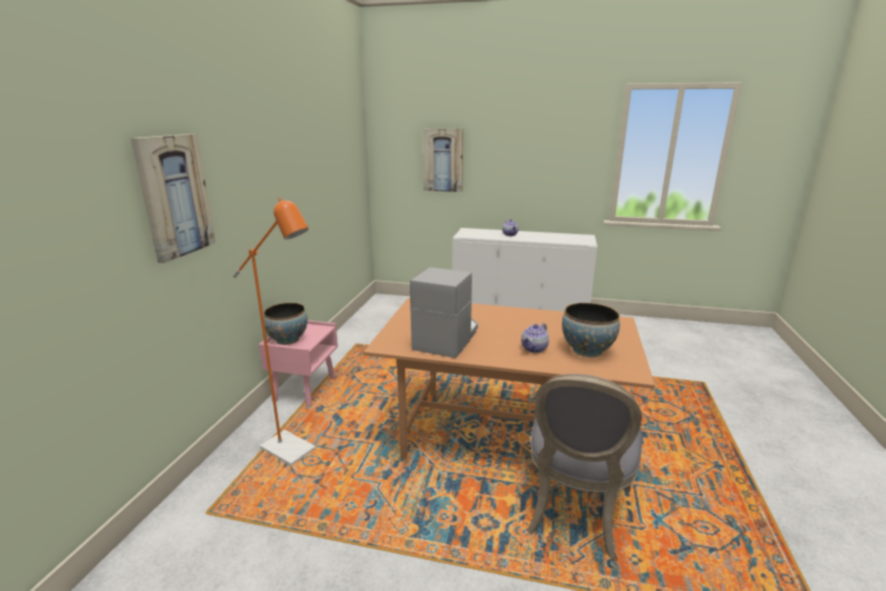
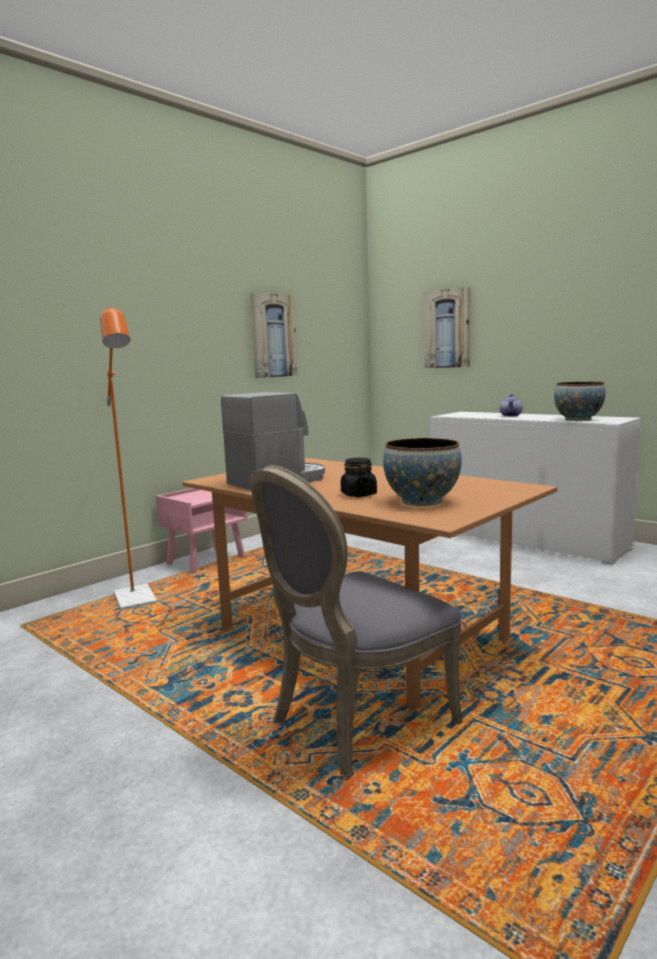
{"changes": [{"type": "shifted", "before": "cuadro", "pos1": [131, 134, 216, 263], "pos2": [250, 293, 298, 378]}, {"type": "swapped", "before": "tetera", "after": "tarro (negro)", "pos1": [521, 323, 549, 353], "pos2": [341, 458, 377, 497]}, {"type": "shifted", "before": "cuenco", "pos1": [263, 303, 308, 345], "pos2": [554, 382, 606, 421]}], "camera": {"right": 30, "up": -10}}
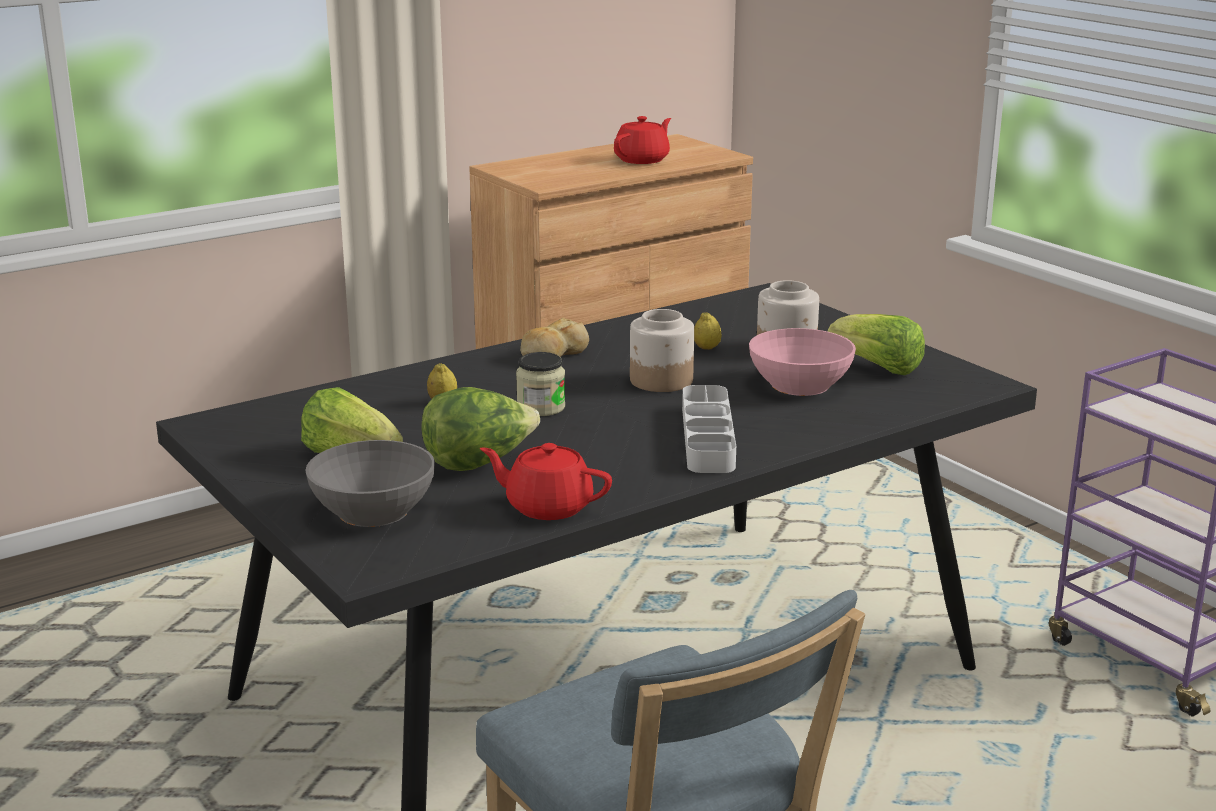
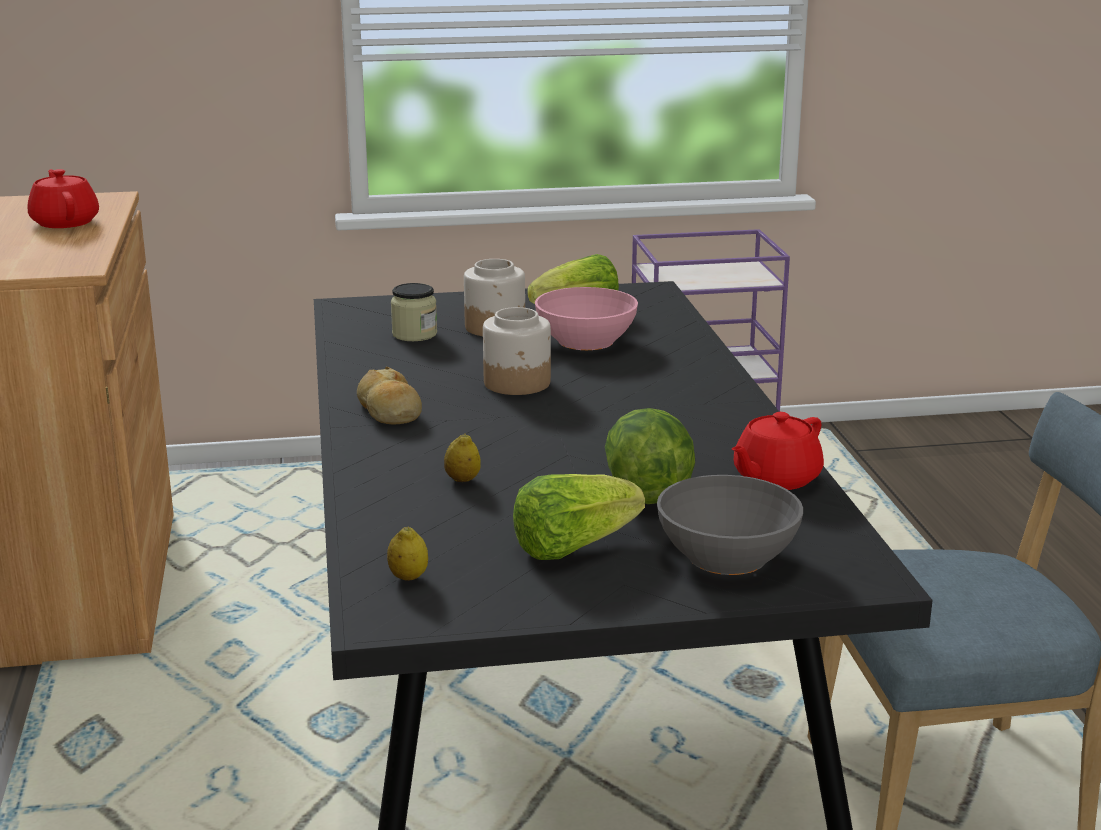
{"changes": [{"type": "shifted", "before": "limón", "pos1": [694, 312, 721, 350], "pos2": [387, 526, 428, 581]}, {"type": "shifted", "before": "tarro", "pos1": [516, 352, 565, 416], "pos2": [391, 283, 437, 341]}, {"type": "gone", "before": "bandeja (gris)", "pos1": [682, 385, 736, 473]}], "camera": {"right": -65, "up": 0}}
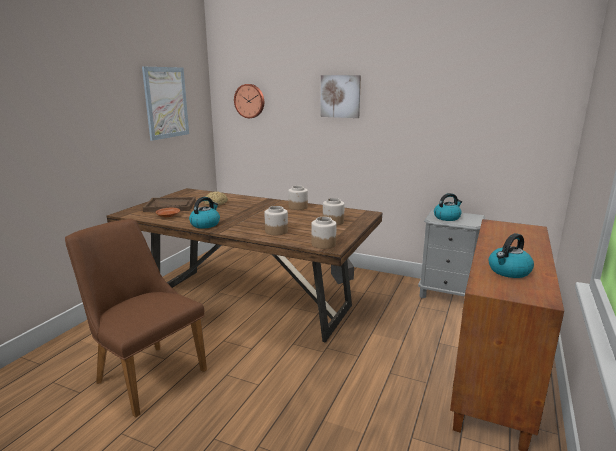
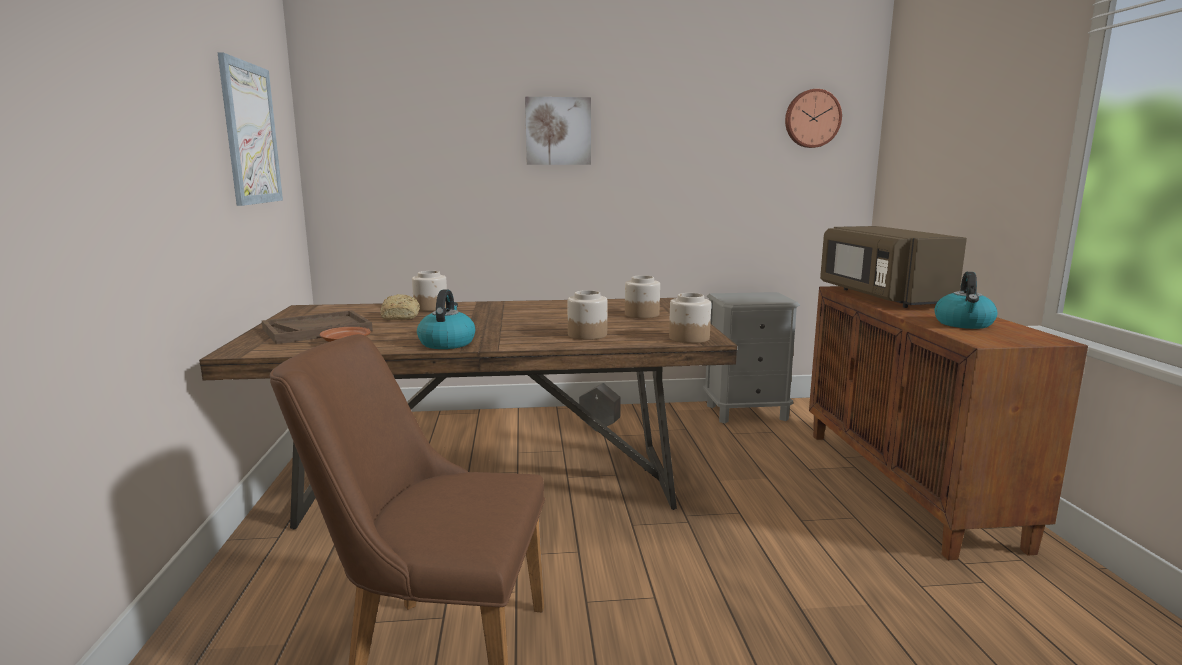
{"changes": [{"type": "shifted", "before": "tarro", "pos1": [288, 186, 308, 210], "pos2": [412, 271, 447, 311]}, {"type": "shifted", "before": "reloj de pared", "pos1": [234, 84, 264, 118], "pos2": [785, 89, 842, 148]}, {"type": "new", "after": "microondas (marrón)", "pos2": [820, 226, 967, 308]}, {"type": "gone", "before": "hervidor", "pos1": [434, 193, 462, 221]}], "camera": {"right": -30, "up": -5}}
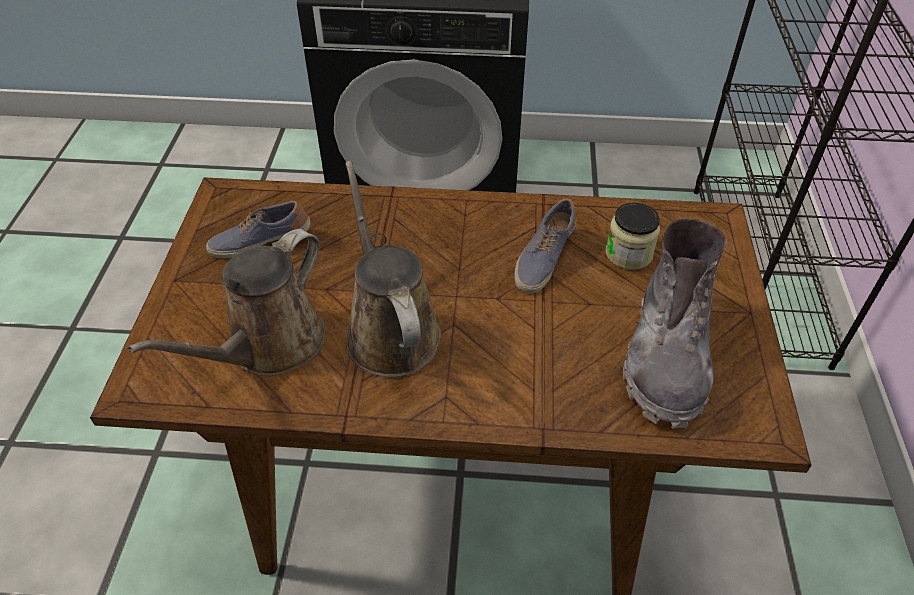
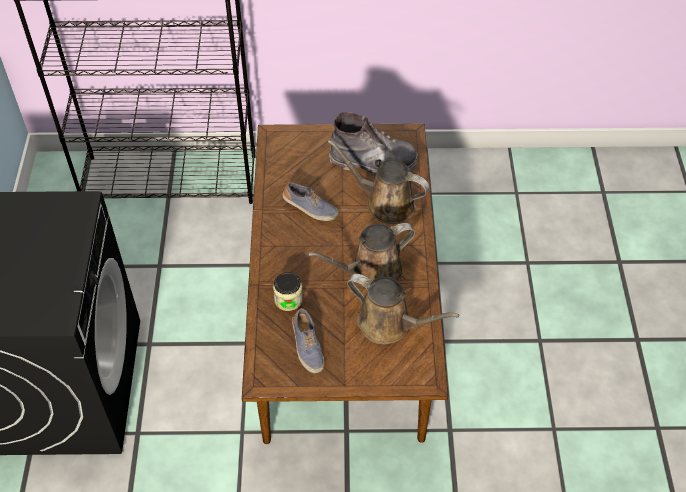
{"changes": [{"type": "shifted", "before": "tarro", "pos1": [606, 202, 660, 270], "pos2": [273, 272, 303, 311]}, {"type": "new", "after": "regadera (marrón)", "pos2": [328, 139, 429, 224]}], "camera": {"right": -95, "up": 5}}
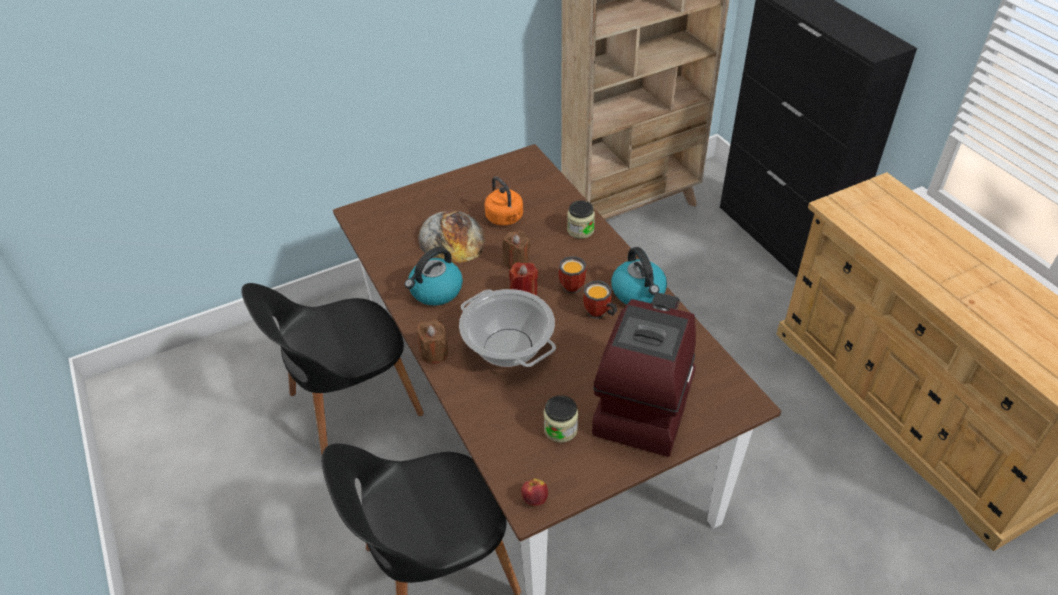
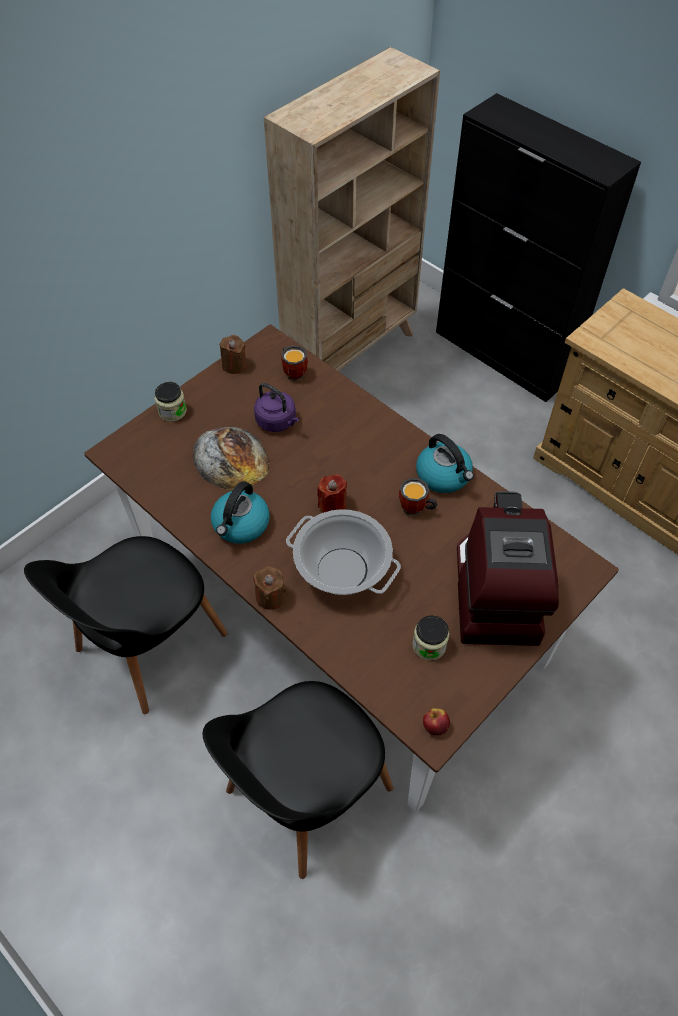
{"changes": [{"type": "shifted", "before": "tarro", "pos1": [567, 200, 595, 239], "pos2": [155, 382, 187, 422]}, {"type": "shifted", "before": "vela (marrón)", "pos1": [503, 231, 531, 269], "pos2": [219, 335, 246, 374]}, {"type": "repainted", "before": "hervidor (naranja)", "after": "hervidor (morado)", "pos1": [484, 176, 523, 226], "pos2": [254, 383, 299, 432]}, {"type": "shifted", "before": "taza grande", "pos1": [559, 256, 586, 294], "pos2": [281, 345, 308, 381]}], "camera": {"right": -20, "up": 10}}
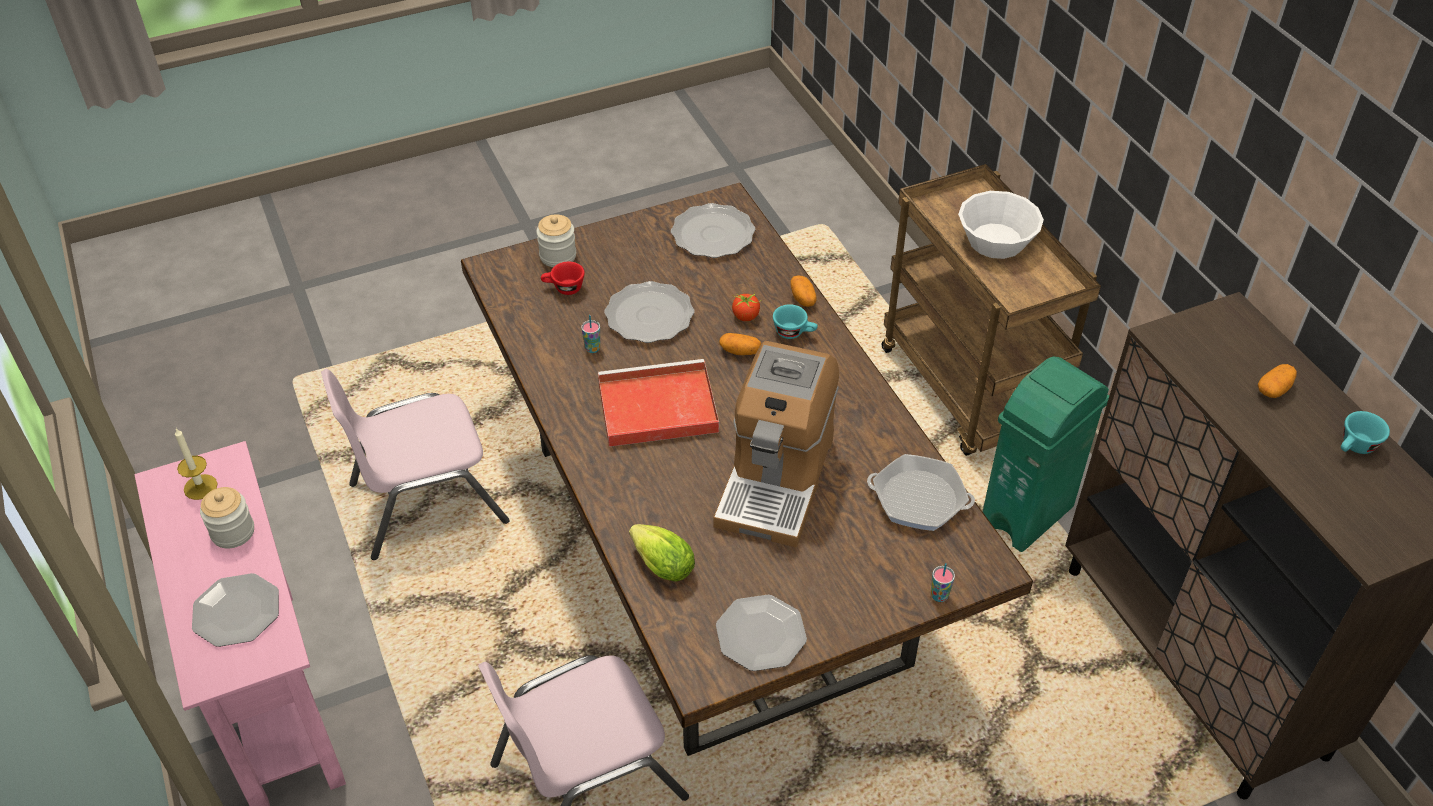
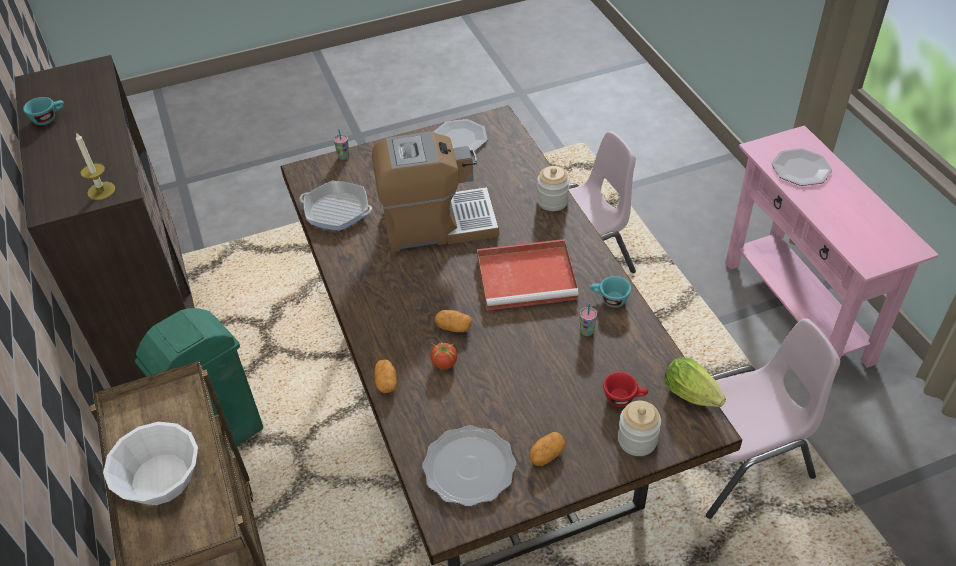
{"changes": [{"type": "shifted", "before": "vela", "pos1": [175, 428, 218, 500], "pos2": [76, 132, 115, 200]}, {"type": "rotated", "before": "cafetera", "pos1": [713, 341, 839, 547], "pos2": [372, 131, 499, 252], "turn": 60}, {"type": "shifted", "before": "patata", "pos1": [1258, 364, 1297, 398], "pos2": [529, 432, 565, 466]}, {"type": "shifted", "before": "tarro", "pos1": [200, 487, 254, 548], "pos2": [537, 166, 570, 211]}, {"type": "shifted", "before": "taza (turquesa)", "pos1": [773, 304, 818, 339], "pos2": [590, 276, 631, 308]}, {"type": "shifted", "before": "lechuga", "pos1": [629, 524, 695, 582], "pos2": [665, 357, 726, 407]}, {"type": "gone", "before": "plato", "pos1": [604, 281, 694, 343]}], "camera": {"right": -175, "up": 0}}
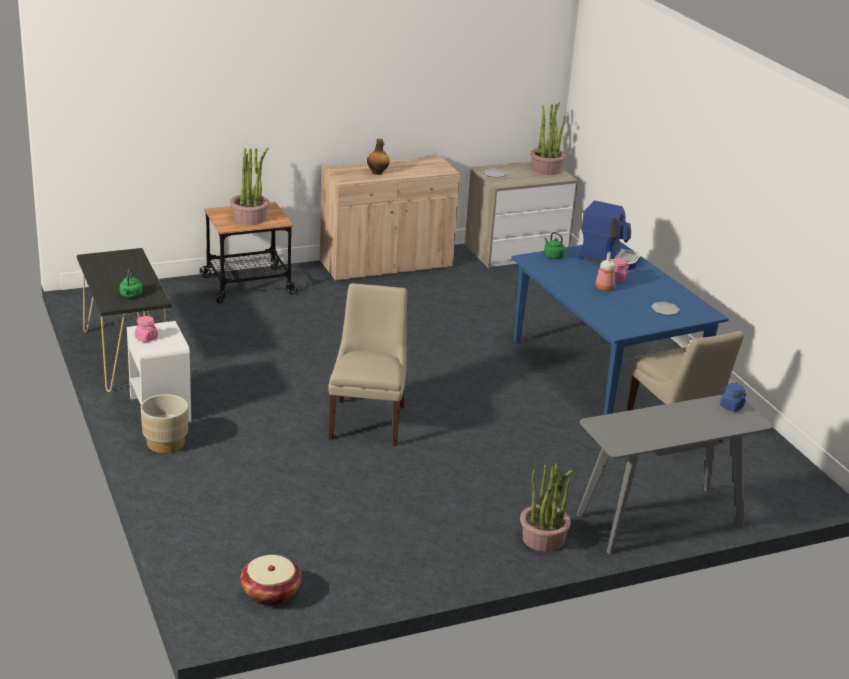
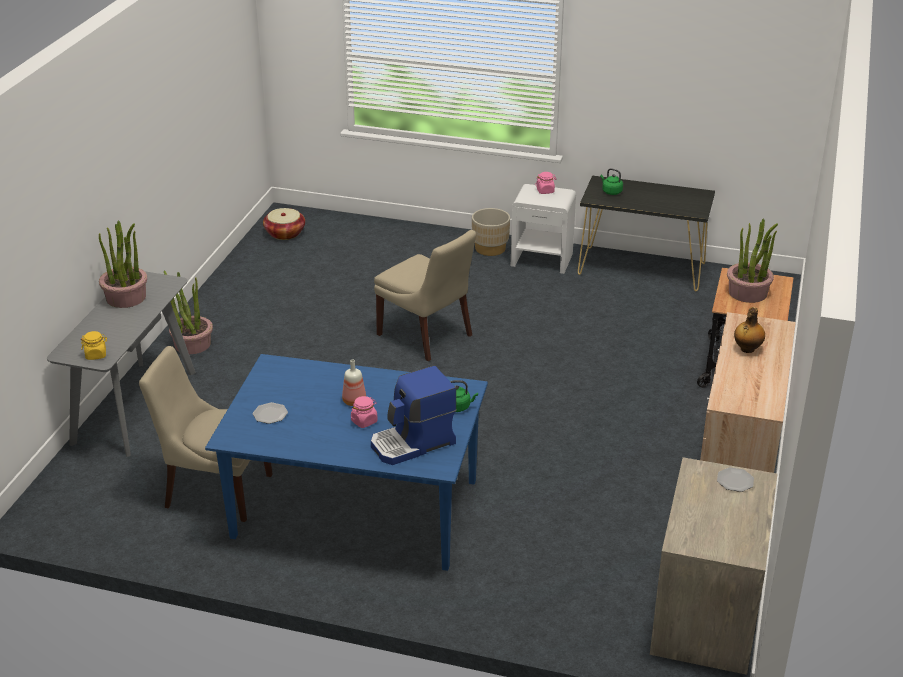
{"changes": [{"type": "repainted", "before": "tarro (azul)", "after": "tarro (amarillo)", "pos1": [720, 383, 746, 412], "pos2": [81, 331, 107, 360]}, {"type": "shifted", "before": "planta en maceta", "pos1": [530, 103, 566, 175], "pos2": [99, 221, 147, 308]}], "camera": {"right": 130, "up": 5}}
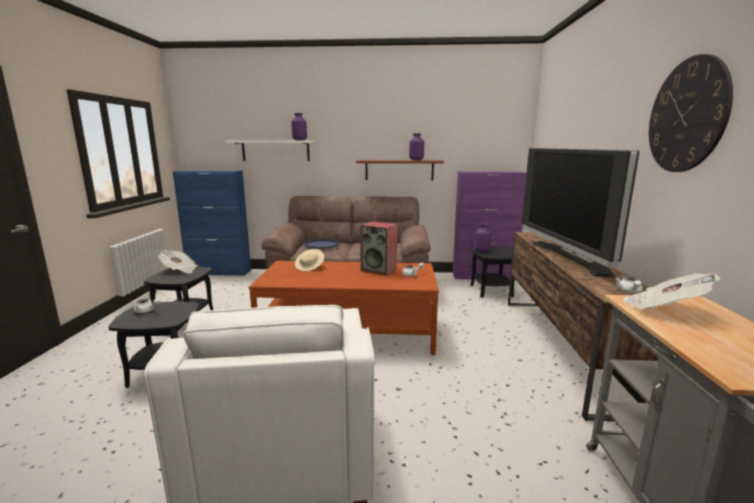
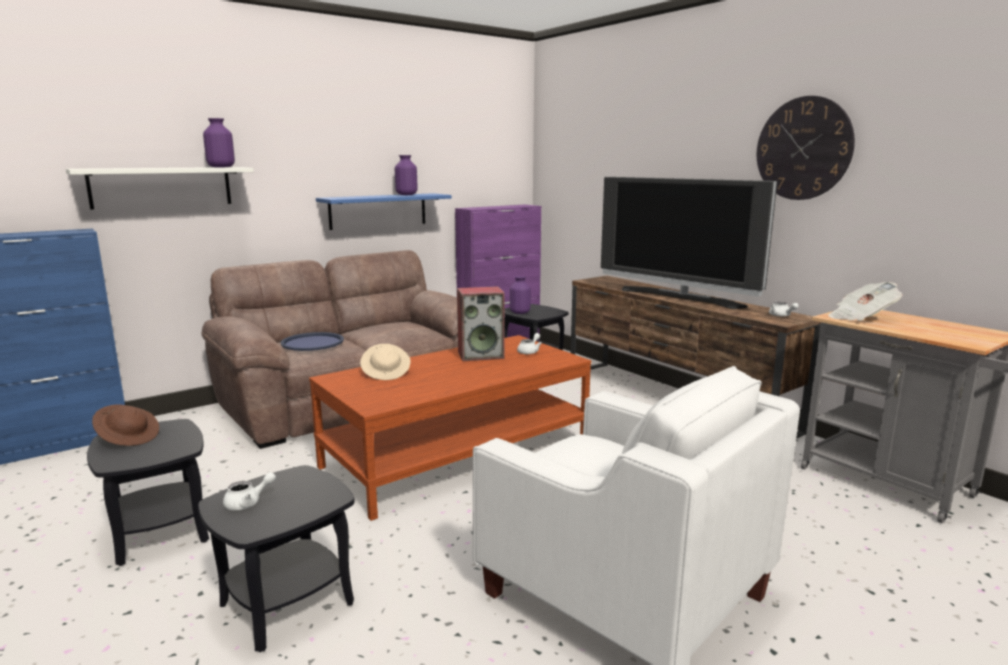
{"changes": [{"type": "swapped", "before": "periódico", "after": "sombrero (marrón)", "pos1": [158, 250, 198, 273], "pos2": [92, 404, 159, 446]}, {"type": "repainted", "before": "estante (marrón)", "after": "estante (azul)", "pos1": [356, 160, 444, 180], "pos2": [316, 193, 452, 230]}], "camera": {"right": -40, "up": 0}}
